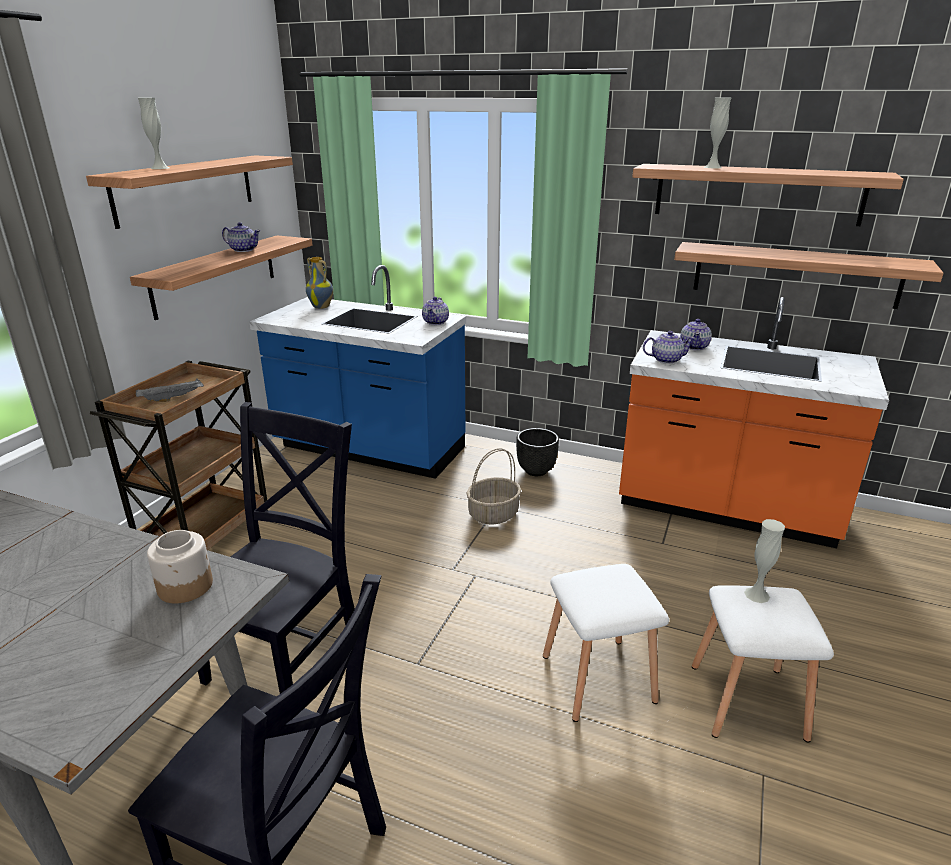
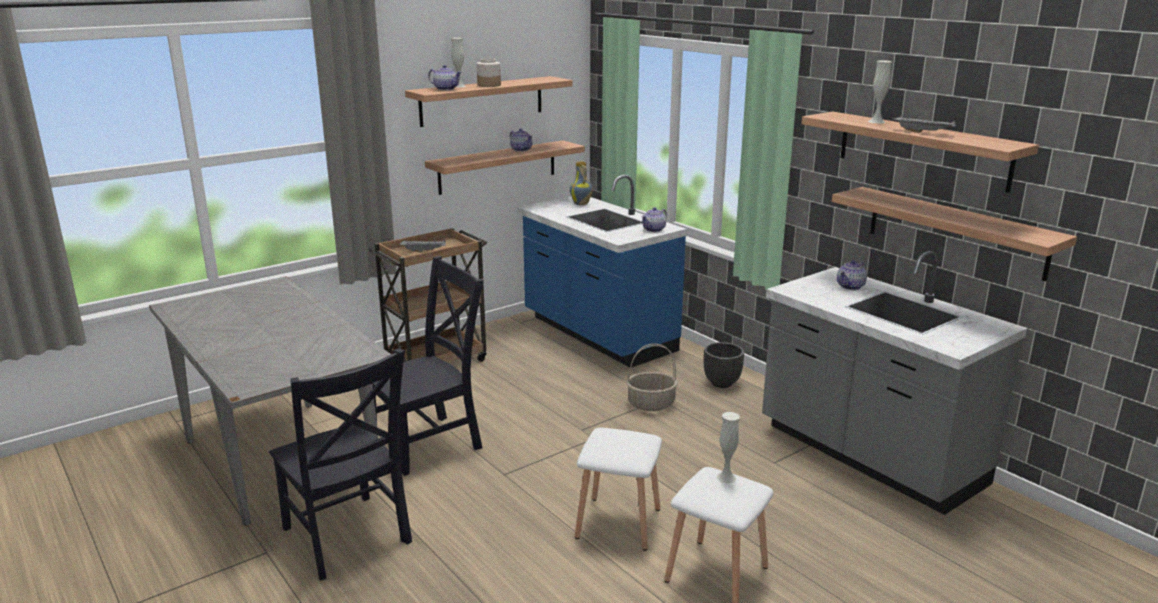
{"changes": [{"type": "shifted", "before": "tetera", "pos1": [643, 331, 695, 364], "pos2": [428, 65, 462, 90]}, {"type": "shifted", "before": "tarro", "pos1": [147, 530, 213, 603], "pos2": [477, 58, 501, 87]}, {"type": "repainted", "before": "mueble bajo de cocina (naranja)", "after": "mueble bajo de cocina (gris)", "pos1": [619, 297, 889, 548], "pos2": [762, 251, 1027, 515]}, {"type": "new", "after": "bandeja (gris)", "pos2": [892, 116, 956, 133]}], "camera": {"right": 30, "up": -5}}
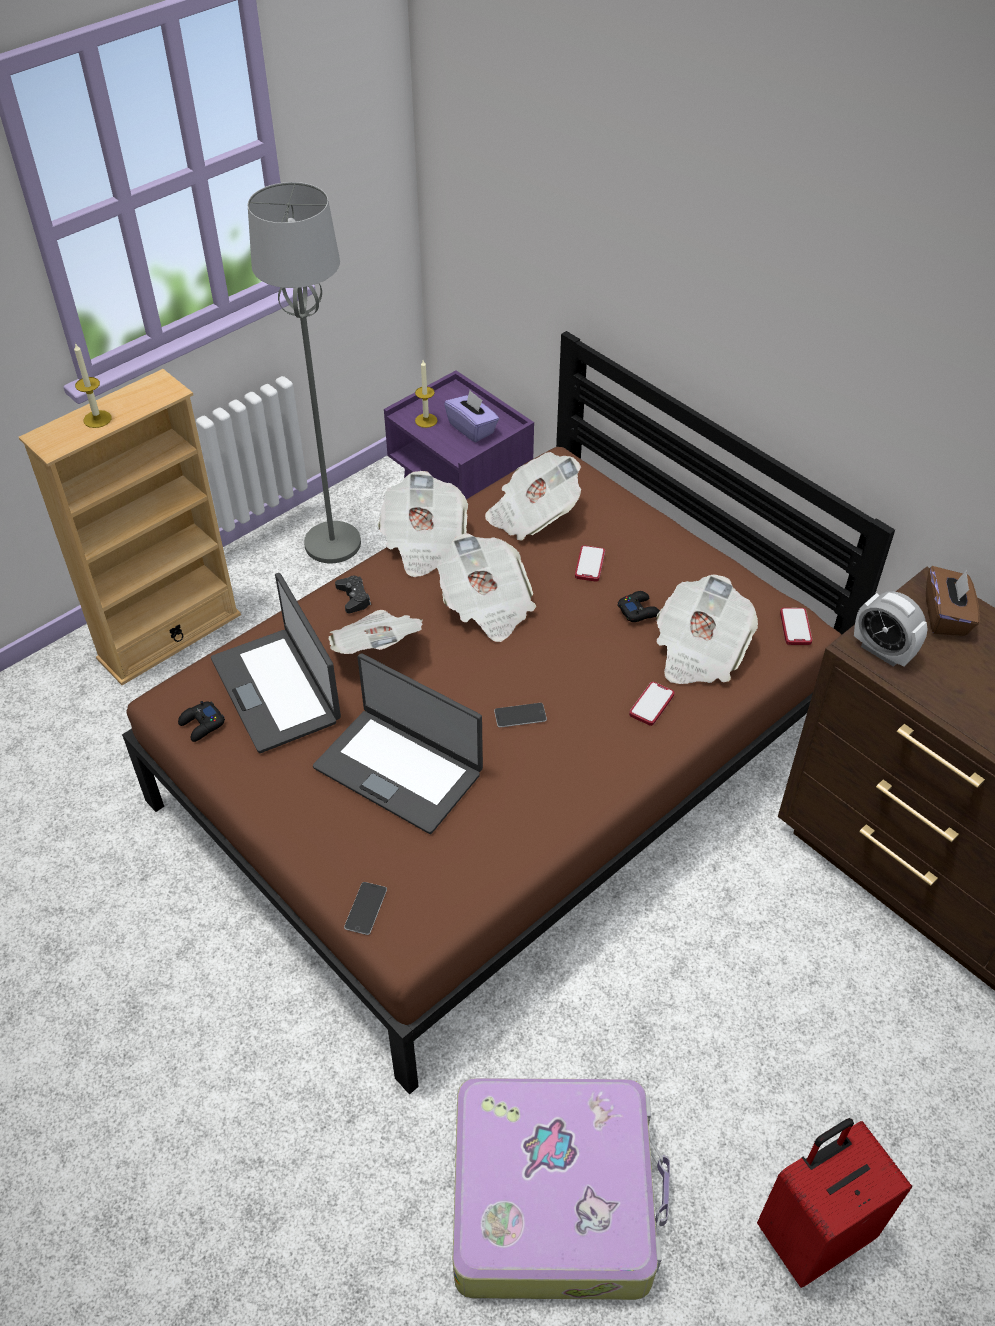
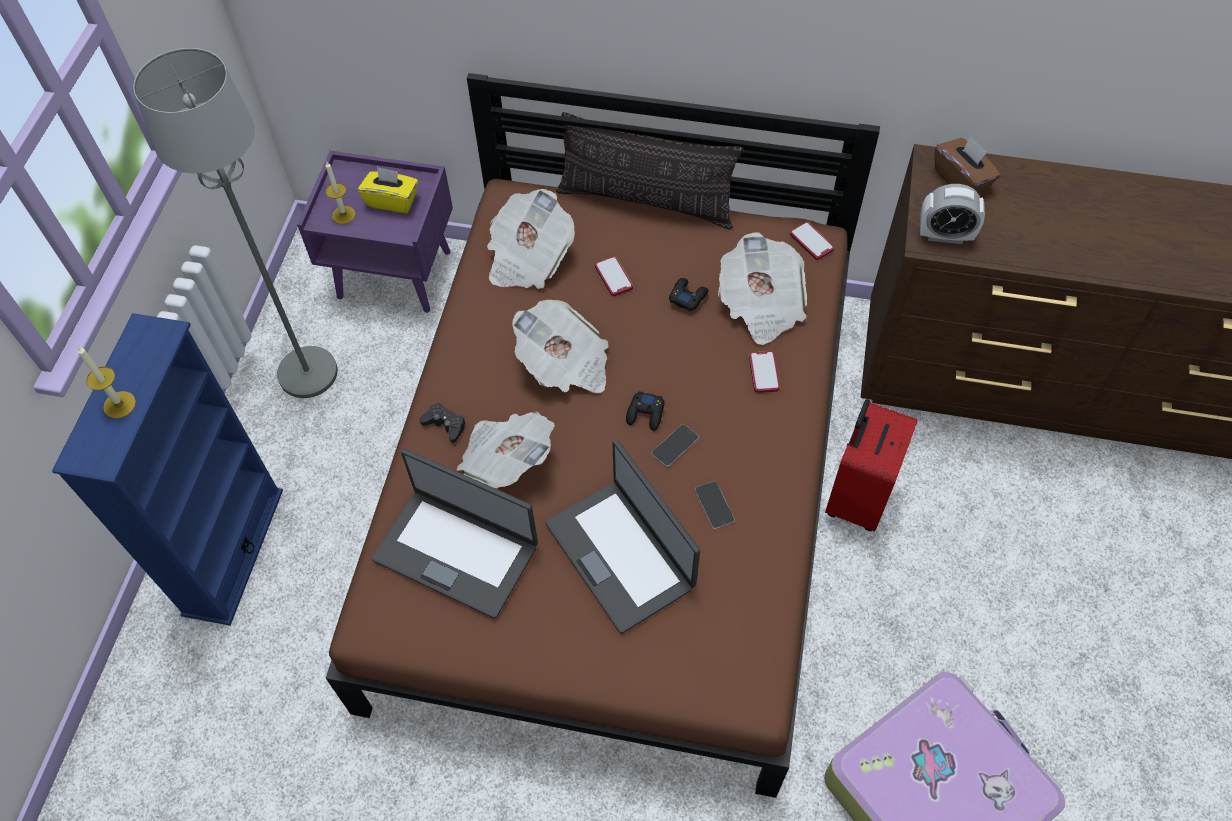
{"changes": [{"type": "repainted", "before": "estantería (beis)", "after": "estantería (azul)", "pos1": [19, 369, 241, 685], "pos2": [52, 313, 283, 626]}, {"type": "repainted", "before": "caja de pañuelos (morado)", "after": "caja de pañuelos (amarillo)", "pos1": [444, 390, 499, 442], "pos2": [358, 167, 418, 213]}, {"type": "rotated", "before": "portátil", "pos1": [313, 653, 483, 834], "pos2": [545, 440, 700, 634], "turn": 60}, {"type": "new", "after": "cojín", "pos2": [556, 112, 743, 230]}, {"type": "shifted", "before": "mando de consola (negro)", "pos1": [178, 701, 225, 742], "pos2": [626, 391, 665, 431]}, {"type": "shifted", "before": "móvil", "pos1": [344, 882, 387, 935], "pos2": [695, 481, 735, 529]}, {"type": "shifted", "before": "maleta (rojo)", "pos1": [757, 1118, 912, 1288], "pos2": [825, 399, 918, 532]}, {"type": "gone", "before": "periódico", "pos1": [378, 471, 468, 577]}], "camera": {"right": -35, "up": 10}}
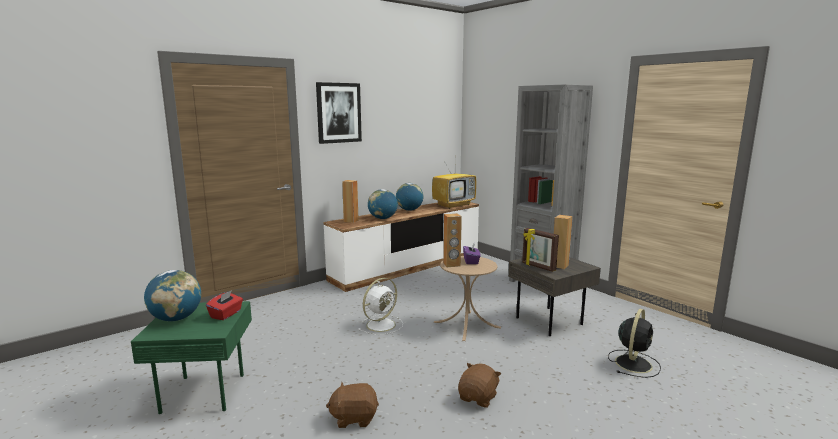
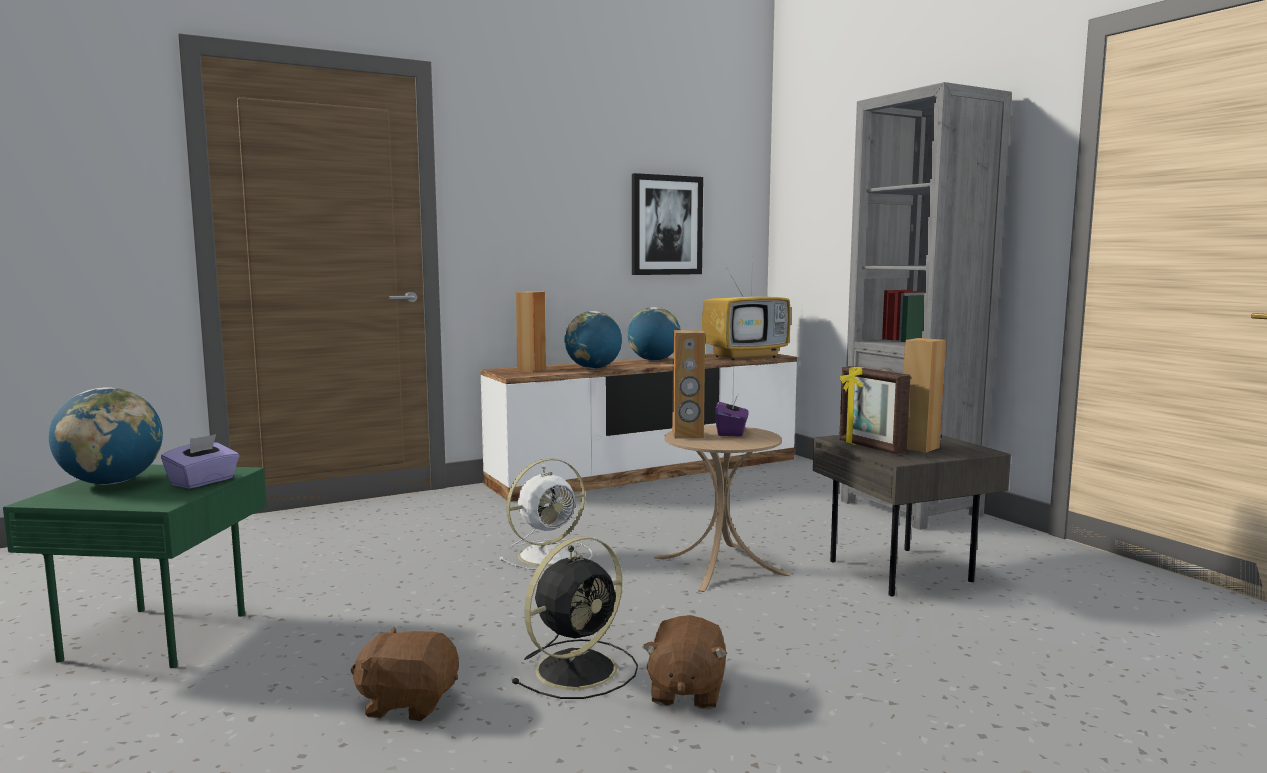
{"changes": [{"type": "repainted", "before": "caja de pañuelos (rojo)", "after": "caja de pañuelos (morado)", "pos1": [206, 290, 243, 320], "pos2": [161, 434, 239, 489]}, {"type": "shifted", "before": "ventilador (negro)", "pos1": [608, 309, 661, 378], "pos2": [511, 536, 638, 699]}, {"type": "shifted", "before": "cuadro", "pos1": [316, 82, 362, 144], "pos2": [632, 173, 703, 275]}, {"type": "rotated", "before": "peluche (marrón)", "pos1": [458, 363, 501, 408], "pos2": [643, 615, 727, 709], "turn": 150}], "camera": {"right": 10, "up": -5}}
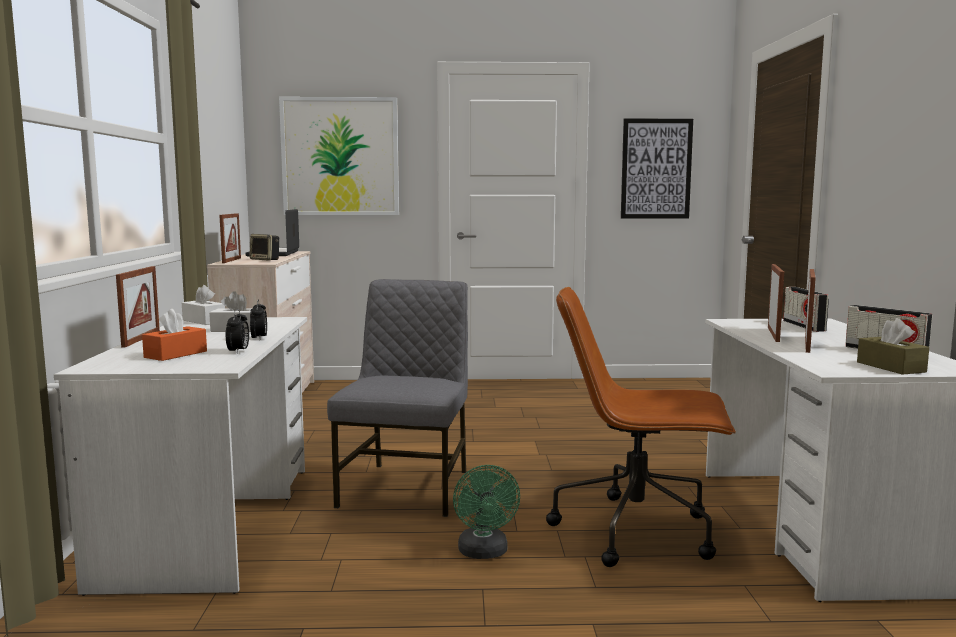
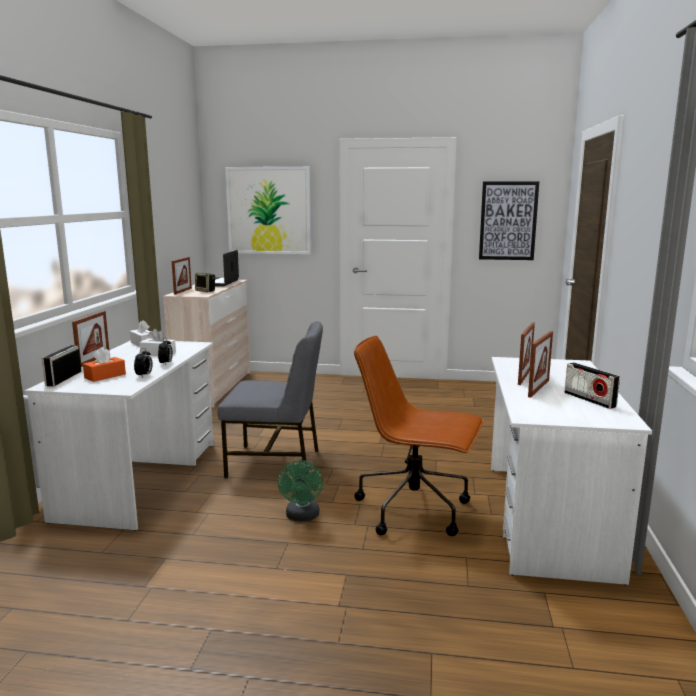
{"changes": [{"type": "shifted", "before": "radio", "pos1": [783, 287, 829, 332], "pos2": [42, 345, 81, 386]}, {"type": "rotated", "before": "silla (gris)", "pos1": [327, 279, 468, 517], "pos2": [218, 321, 323, 478], "turn": 75}, {"type": "gone", "before": "caja de pañuelos (marrón)", "pos1": [857, 318, 929, 375]}], "camera": {"right": 10, "up": 5}}
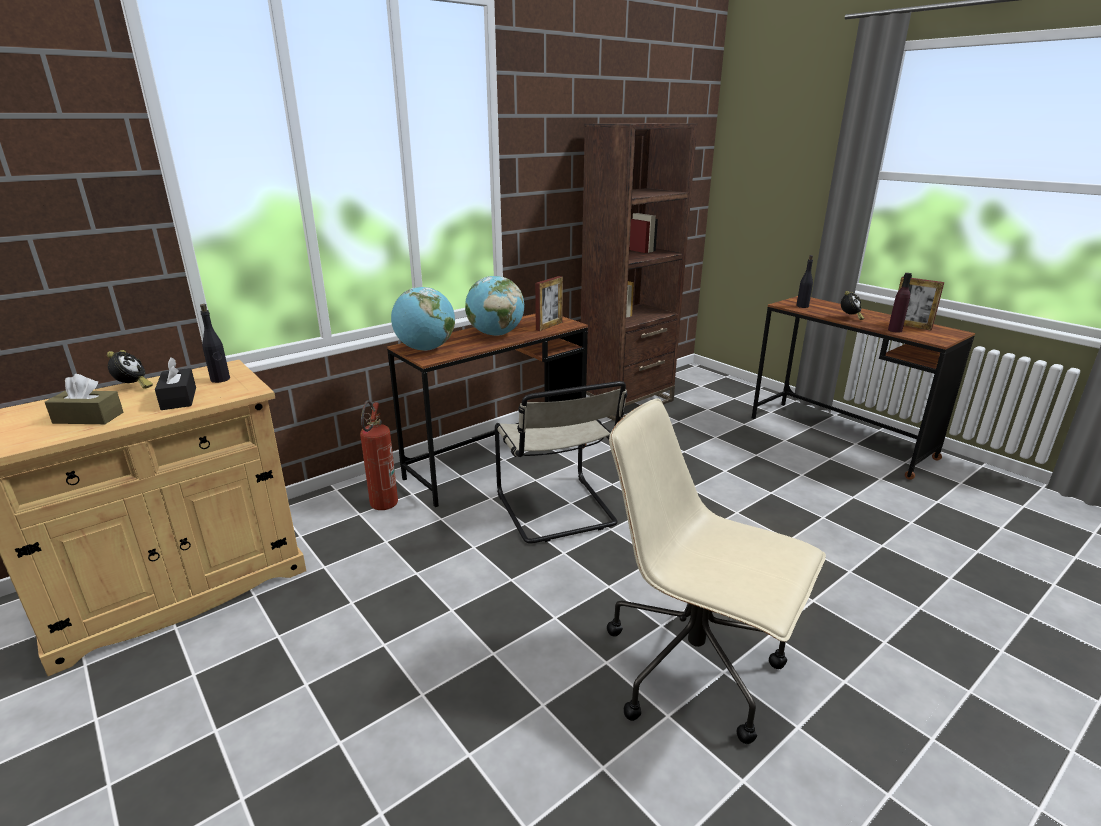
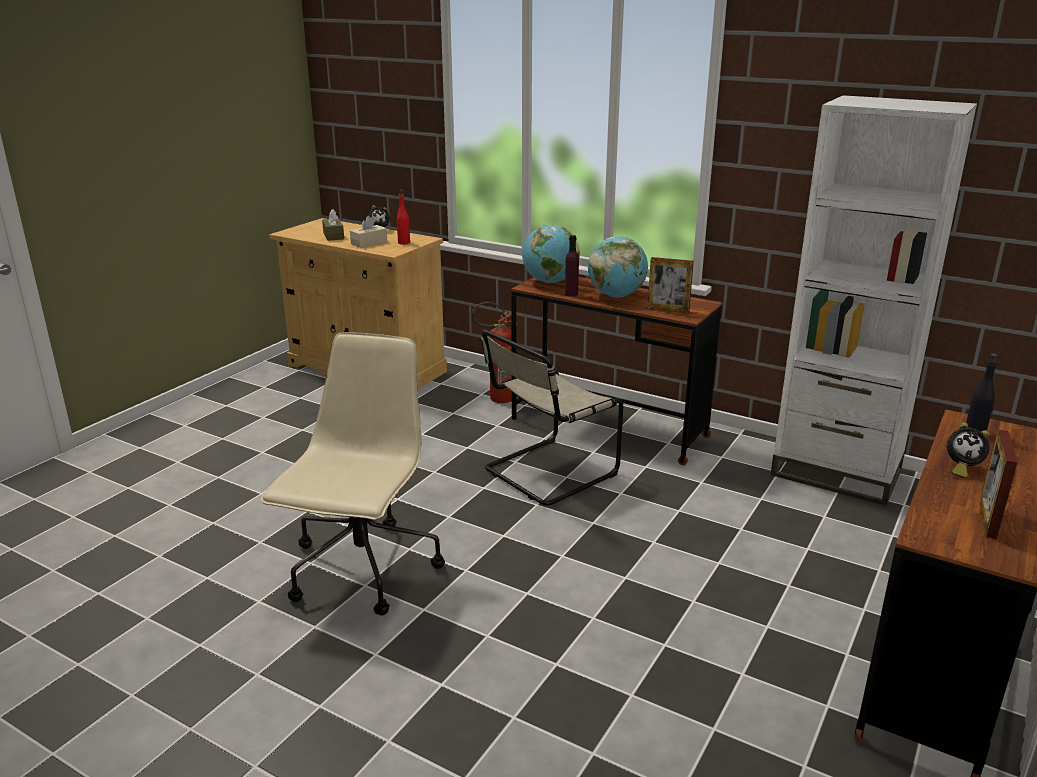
{"changes": [{"type": "repainted", "before": "caja de pañuelos (negro)", "after": "caja de pañuelos (beis)", "pos1": [155, 357, 196, 410], "pos2": [350, 216, 387, 248]}, {"type": "repainted", "before": "botella (negro)", "after": "botella (rojo)", "pos1": [200, 304, 230, 383], "pos2": [397, 190, 410, 245]}, {"type": "shifted", "before": "botella (morado)", "pos1": [888, 273, 912, 333], "pos2": [565, 235, 579, 296]}, {"type": "repainted", "before": "estantería (marrón)", "after": "estantería (blanco)", "pos1": [581, 123, 697, 421], "pos2": [770, 95, 977, 506]}], "camera": {"right": 70, "up": 0}}
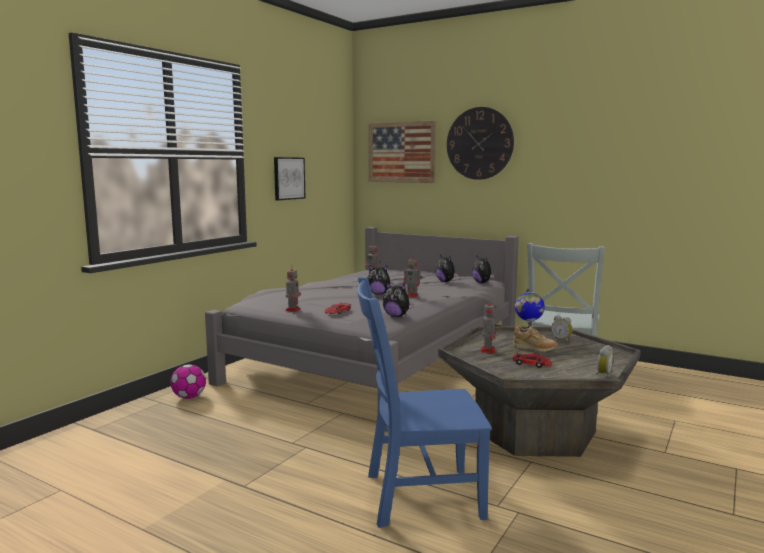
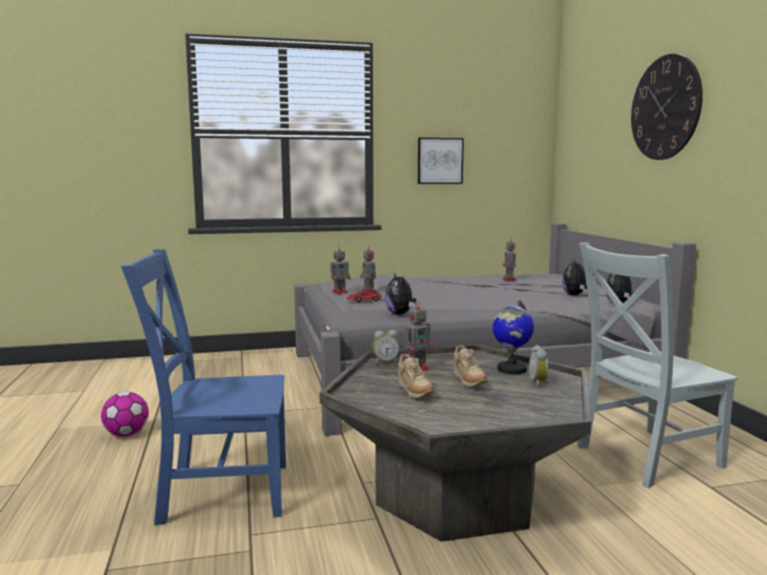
{"changes": [{"type": "shifted", "before": "balón de fútbol", "pos1": [171, 364, 206, 399], "pos2": [101, 392, 149, 437]}, {"type": "rotated", "before": "silla (azul)", "pos1": [357, 277, 492, 528], "pos2": [121, 249, 286, 525], "turn": -45}, {"type": "shifted", "before": "robot de juguete", "pos1": [403, 256, 422, 297], "pos2": [360, 245, 376, 293]}, {"type": "shifted", "before": "despertador", "pos1": [596, 345, 614, 379], "pos2": [372, 330, 400, 364]}, {"type": "swapped", "before": "coche de juguete", "after": "zapato (beis)", "pos1": [513, 353, 553, 368], "pos2": [398, 354, 434, 398]}, {"type": "gone", "before": "cuadro", "pos1": [368, 121, 437, 183]}, {"type": "gone", "before": "peluche", "pos1": [368, 265, 393, 295]}], "camera": {"right": 45, "up": 0}}
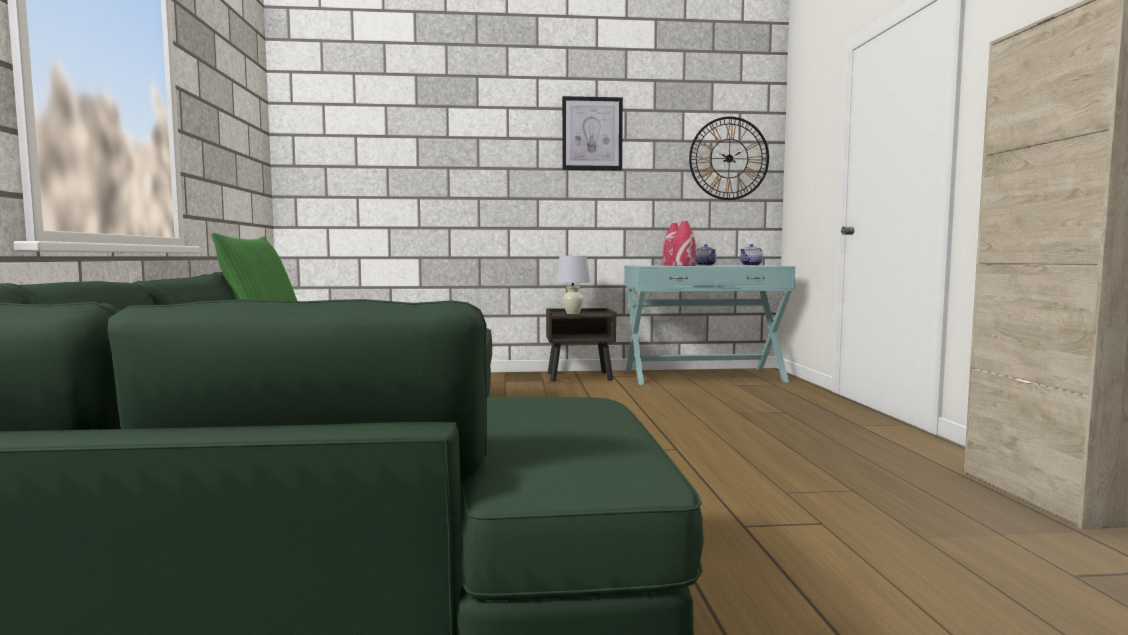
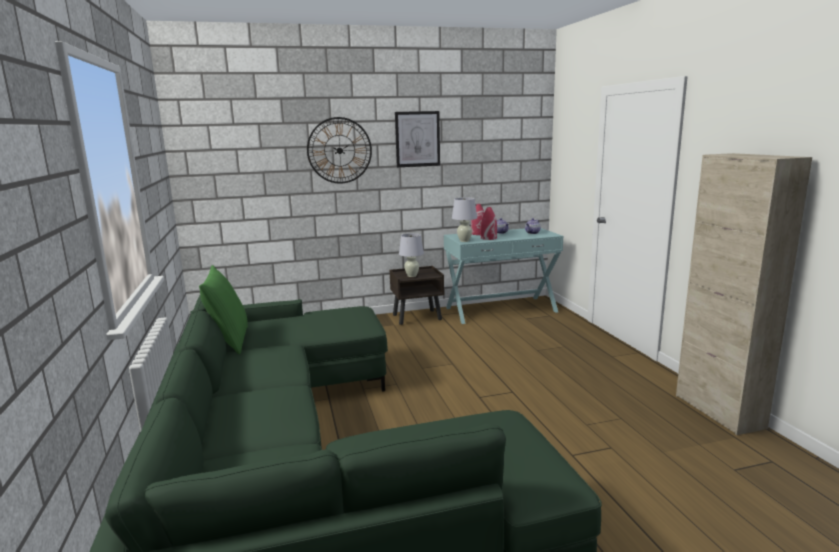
{"changes": [{"type": "shifted", "before": "reloj de pared", "pos1": [689, 117, 769, 200], "pos2": [307, 117, 372, 184]}, {"type": "new", "after": "lámpara de mesa (blanco)", "pos2": [452, 197, 477, 242]}], "camera": {"right": -10, "up": 10}}
